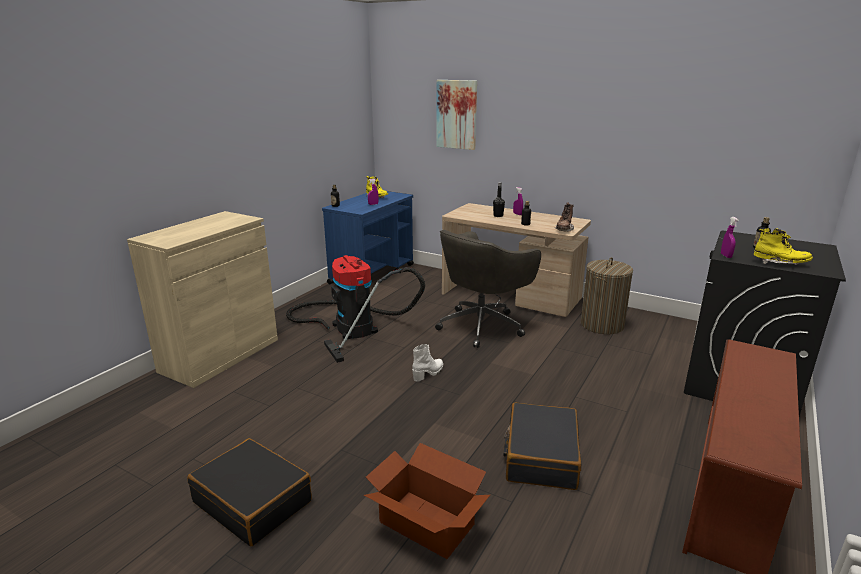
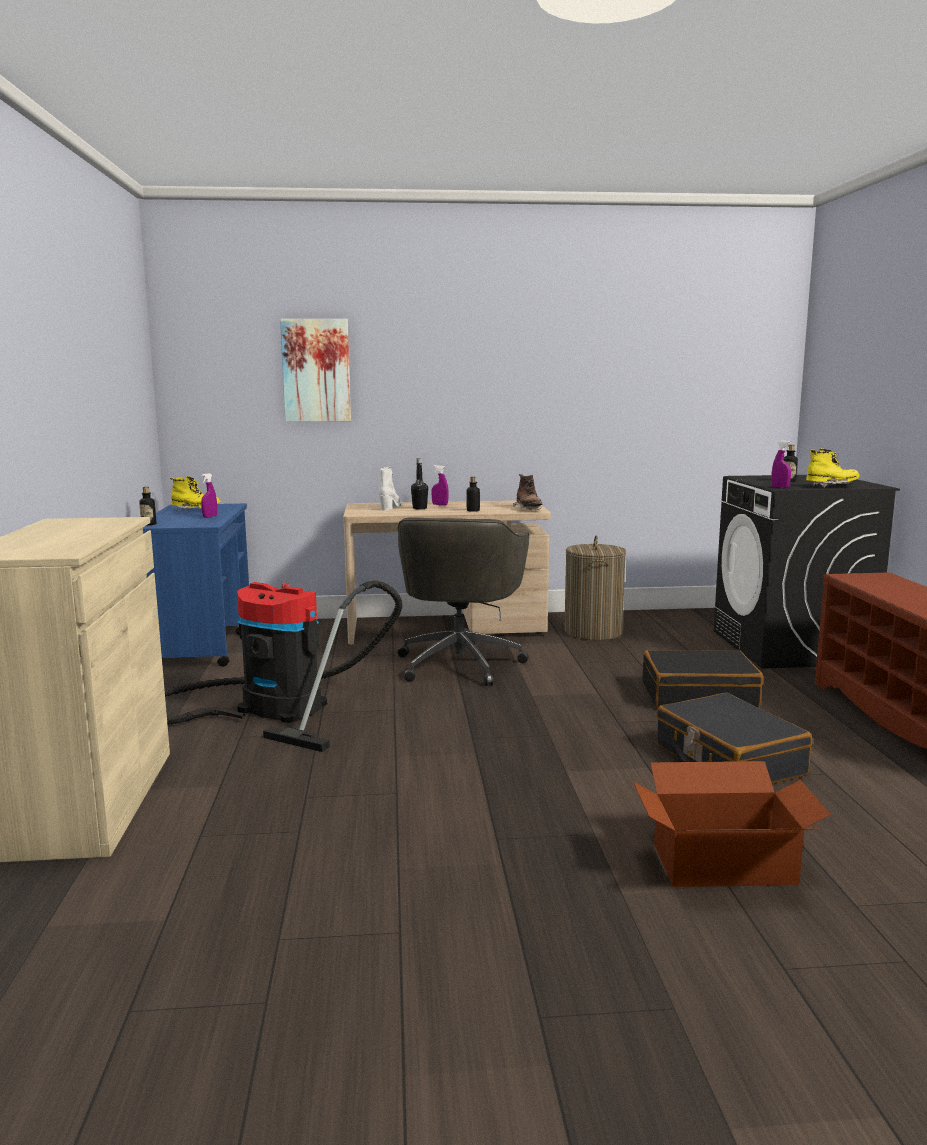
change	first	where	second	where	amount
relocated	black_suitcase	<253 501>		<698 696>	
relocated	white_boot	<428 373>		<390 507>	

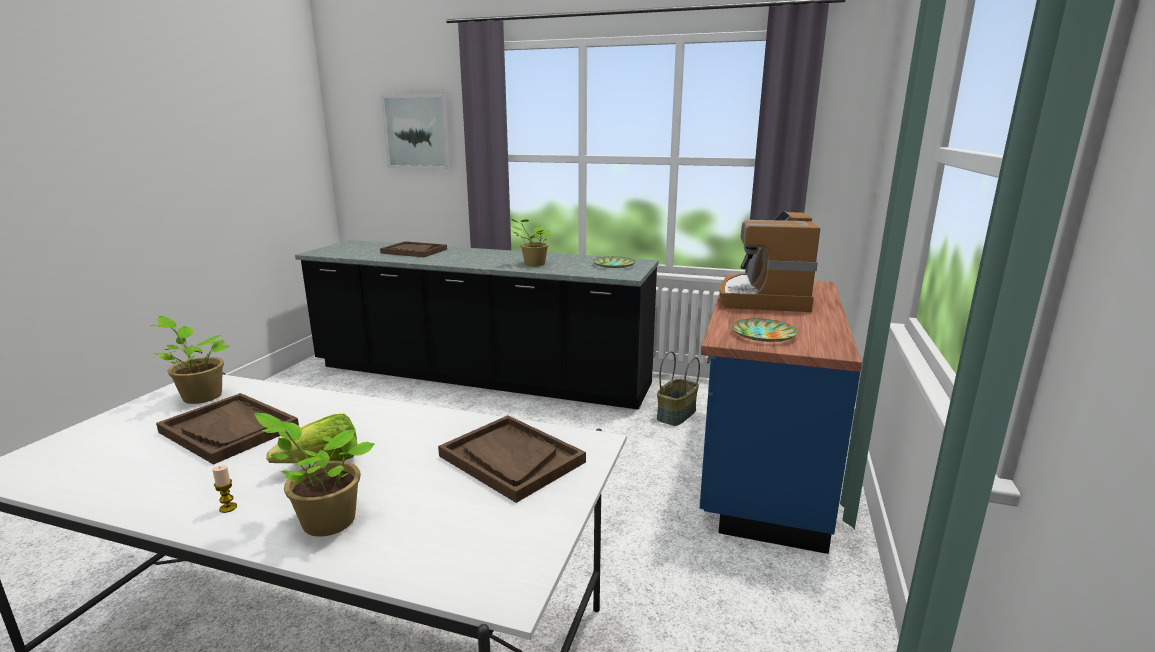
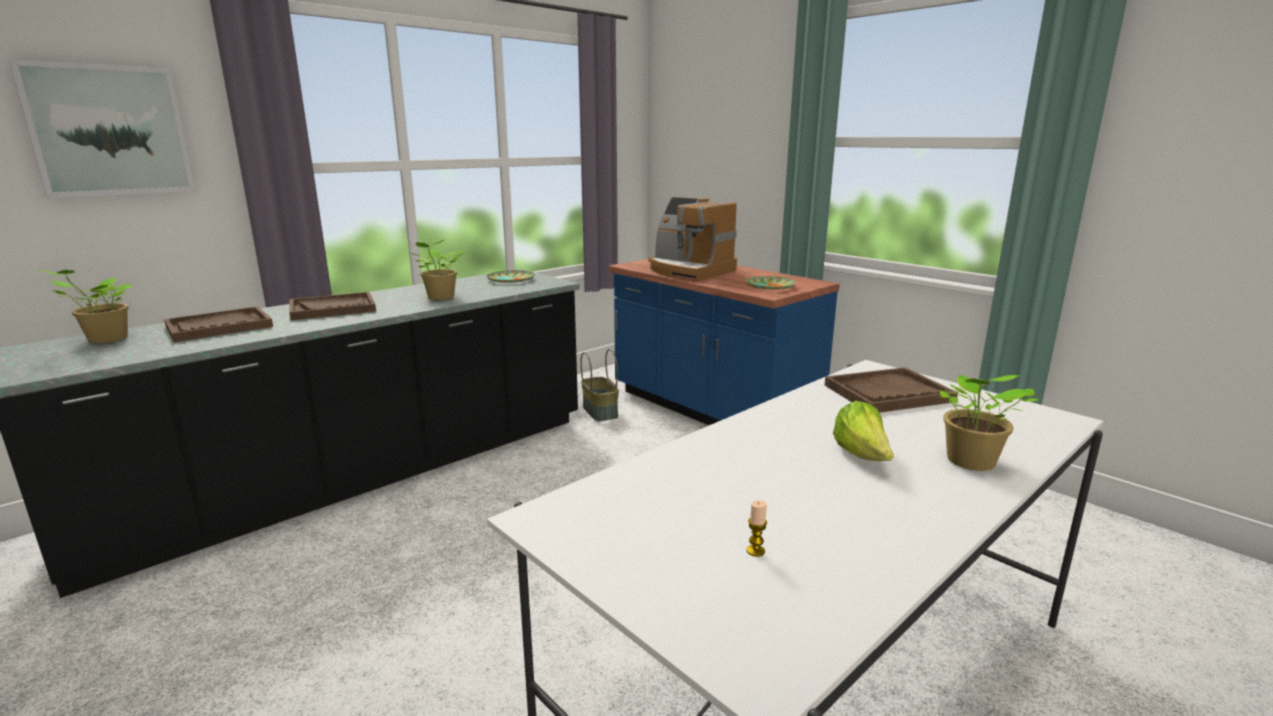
change	first	where	second	where	amount
relocated	potted_plant	<200 396>		<104 339>	
relocated	brown_tray	<230 430>		<333 308>	
relocated	candle	<228 508>		<755 551>	

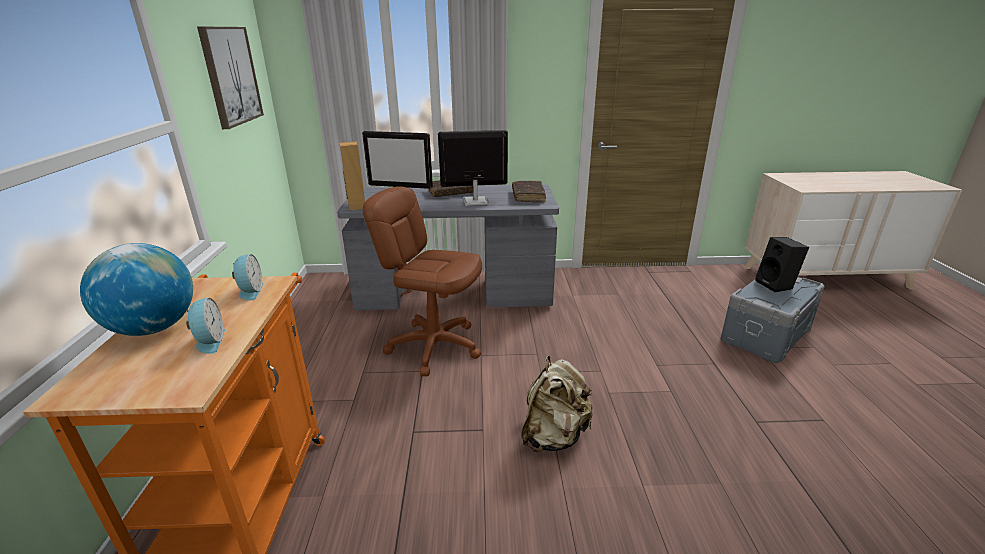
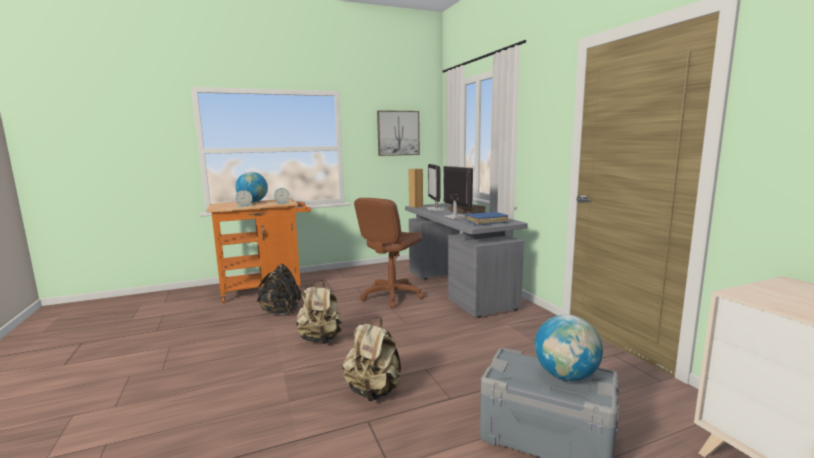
change	first	where	second	where	amount
appeared			black_backpack	<281 312>	
appeared			beige_backpack	<373 391>	
exchanged	black_speaker	<776 285>	globe	<566 376>	
colour	brown_book	<528 196>	blue_book	<486 222>	
spun	brown_office_chair	<434 346>		<391 295>	150 degrees counterclockwise

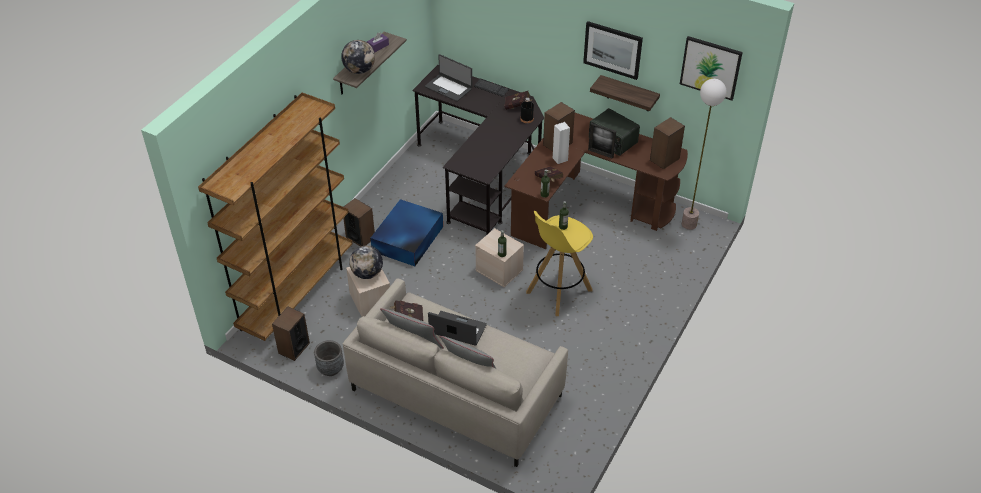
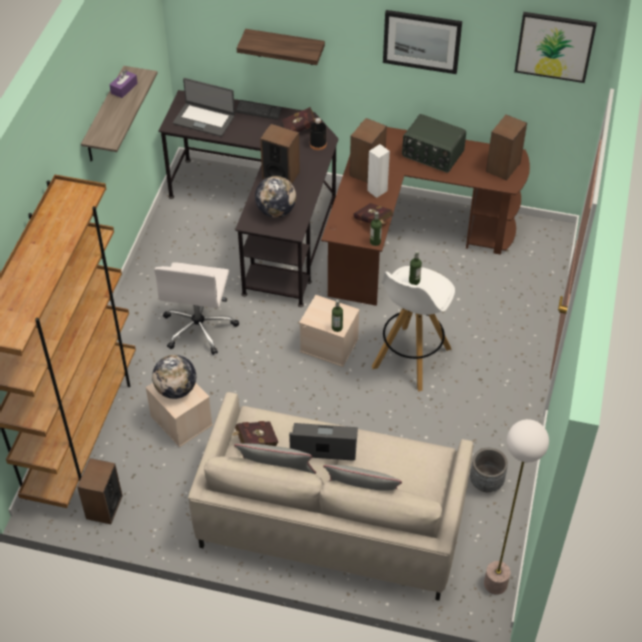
change	first	where	second	where	amount
missing	picture_frame	<600 153>			
relocated	grey_planter	<330 368>		<486 482>	
relocated	globe	<359 70>		<276 211>	
relocated	speaker	<360 237>		<281 175>	
relocated	shelf	<629 94>		<285 47>	
relocated	floor_lamp	<689 224>		<495 584>	
exchanged	blue_storage_box	<407 239>	white_office_chair	<199 328>	
colour	yellow_stool	<558 291>	white_stool	<411 358>	

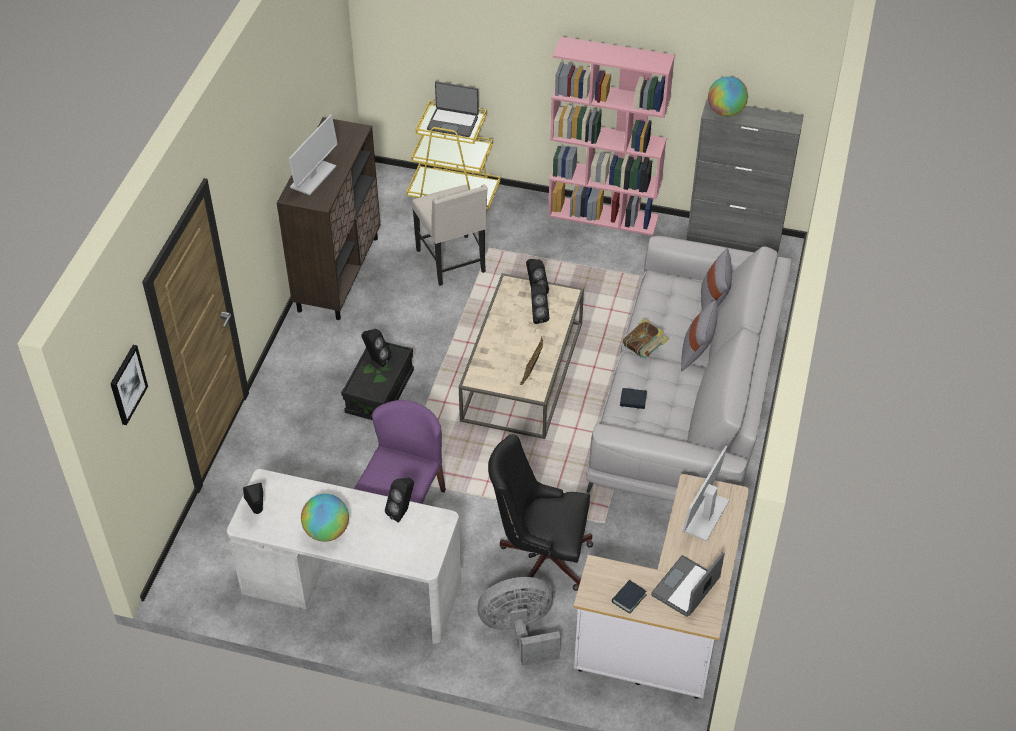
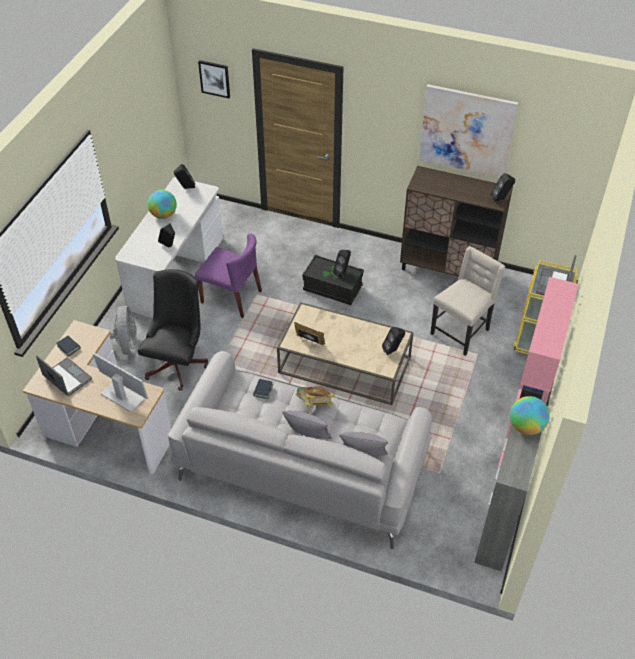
change	first	where	second	where	amount
missing	monitor	<313 177>			
appeared			picture	<466 131>	
relocated	black_speaker	<537 316>		<501 199>	
spun	beige_chair	<452 262>		<461 332>	150 degrees clockwise

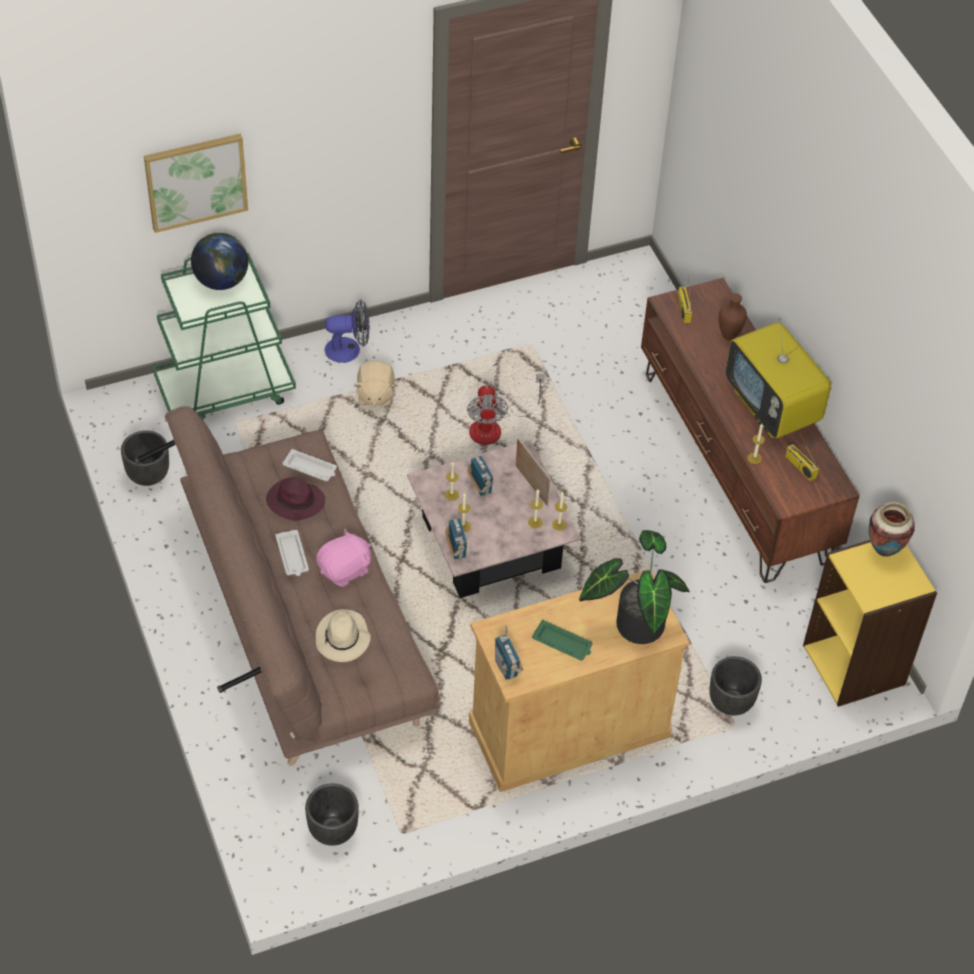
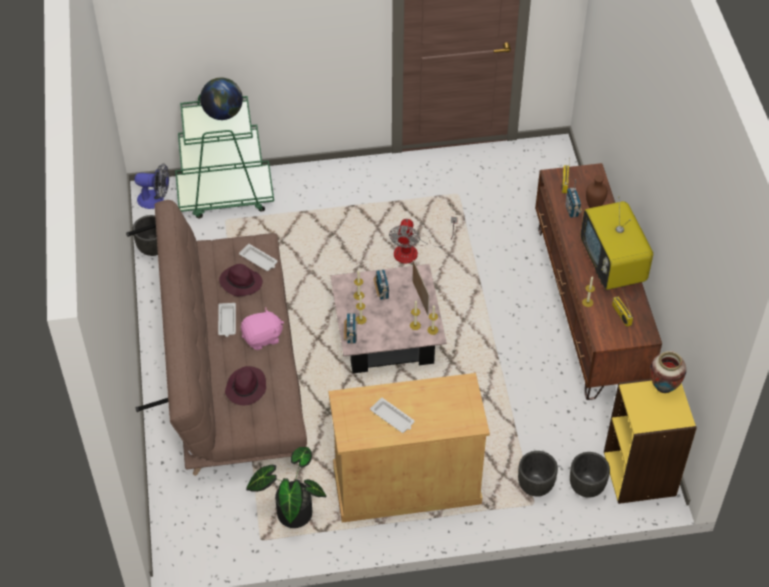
change	first	where	second	where	amount
missing	picture	<196 181>			
missing	beige_plush_toy	<375 394>			
relocated	black_planter	<333 831>		<586 488>	
relocated	fan	<349 349>		<155 199>	
relocated	radio	<506 667>		<572 211>	
relocated	potted_plant	<634 622>		<291 510>	
colour	beige_hat	<343 639>	purple_hat	<246 388>	
colour	green_tray	<563 643>	white_tray	<393 418>	

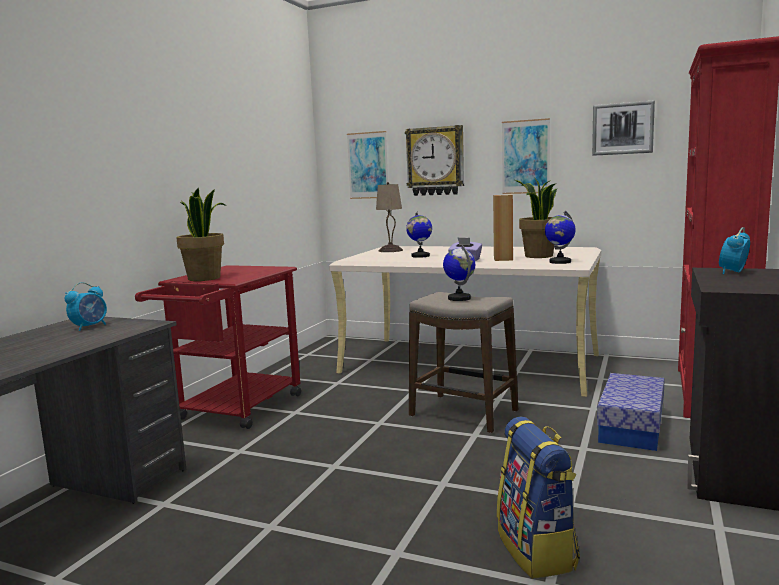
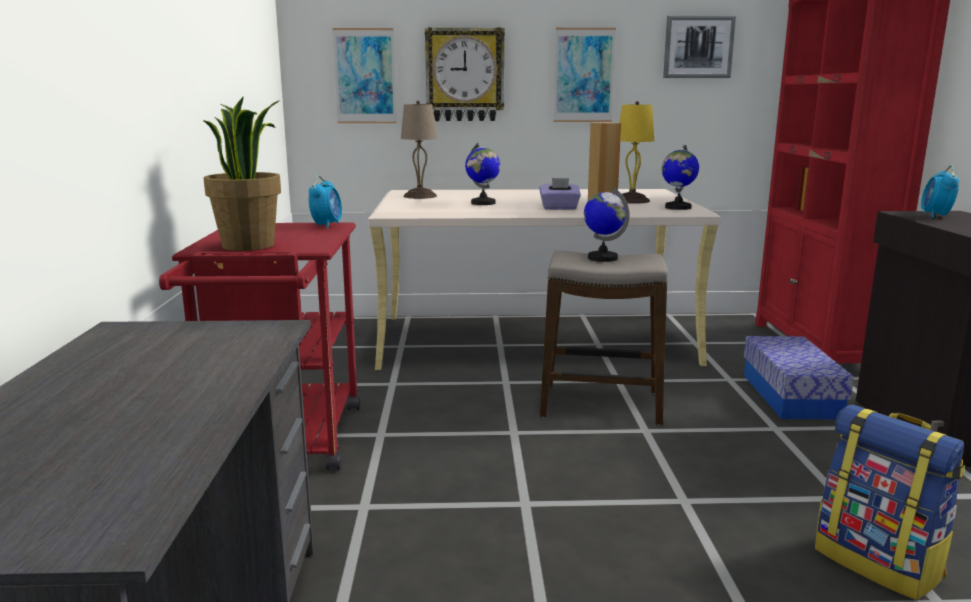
change	first	where	second	where	amount
relocated	alarm_clock	<90 327>		<327 225>	
exchanged	potted_plant	<538 256>	yellow_table_lamp	<632 201>	

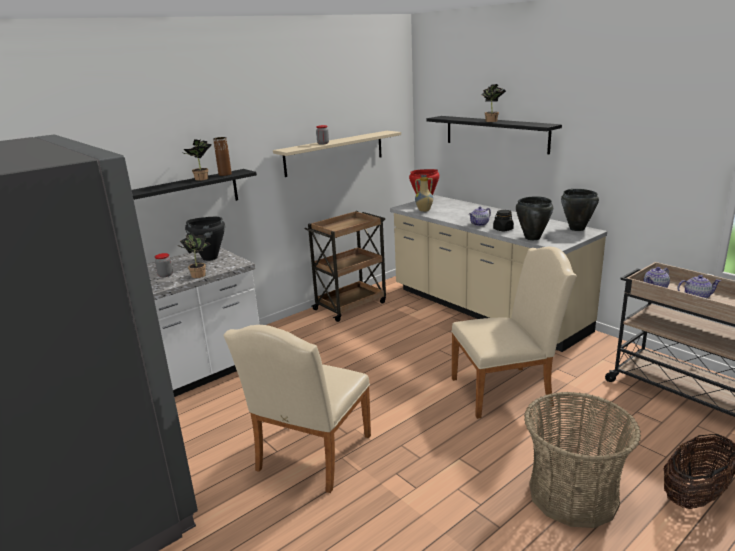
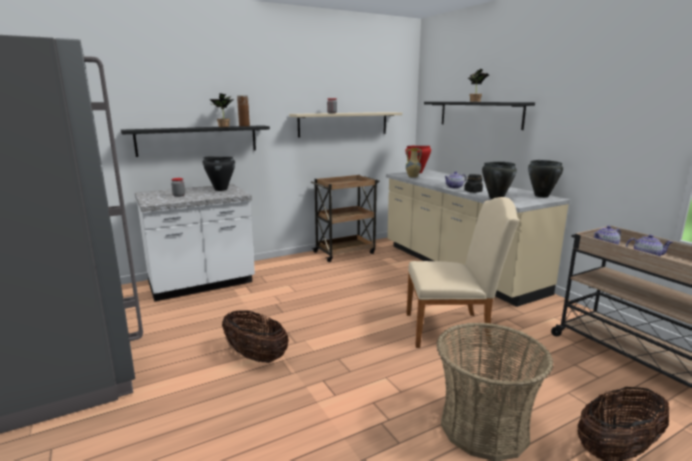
change	first	where	second	where	amount
missing	potted_plant	<198 274>			
exchanged	beige_chair	<310 457>	basket	<256 356>	

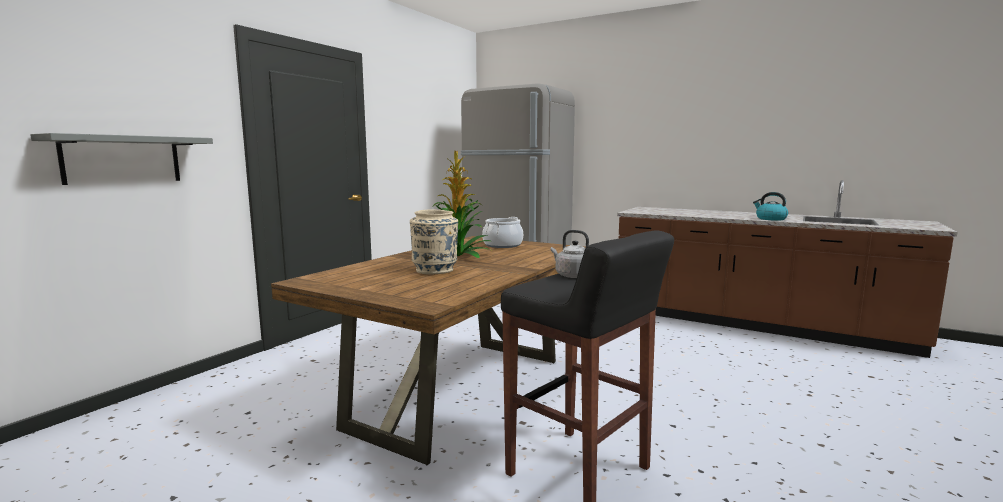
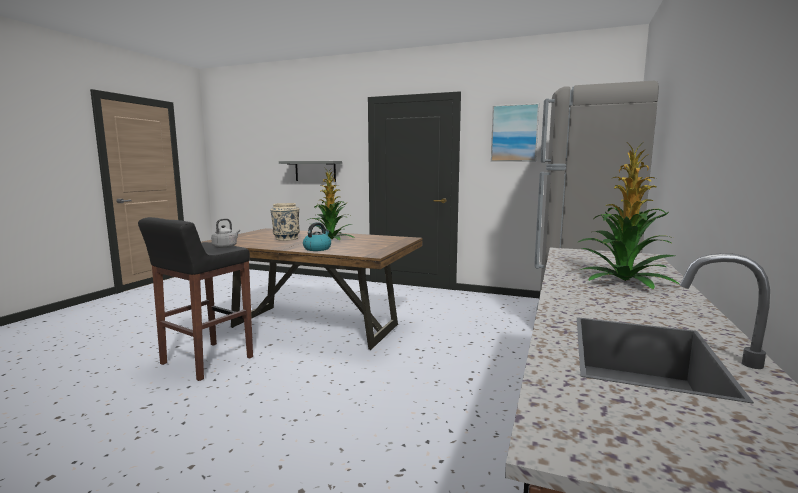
change	first	where	second	where	amount
missing	cooking_pot	<502 245>			
appeared			picture	<514 133>	
appeared			potted_plant	<623 280>	
relocated	kettle	<770 219>		<317 249>	

